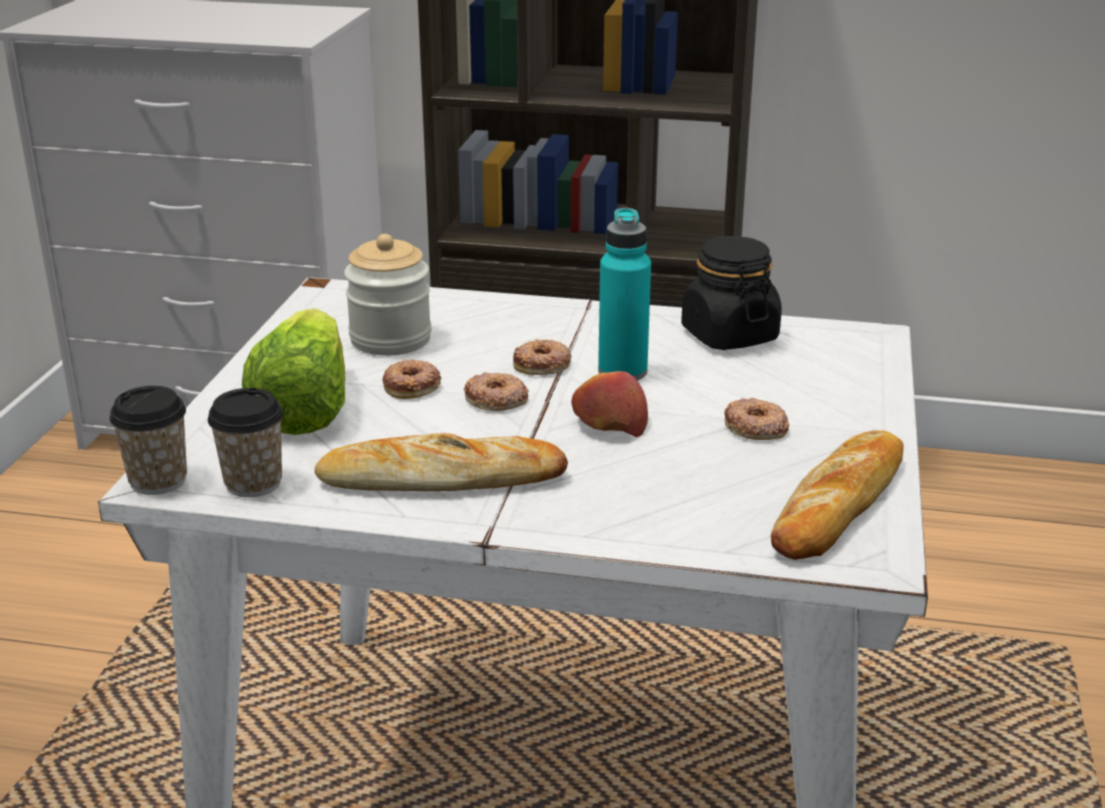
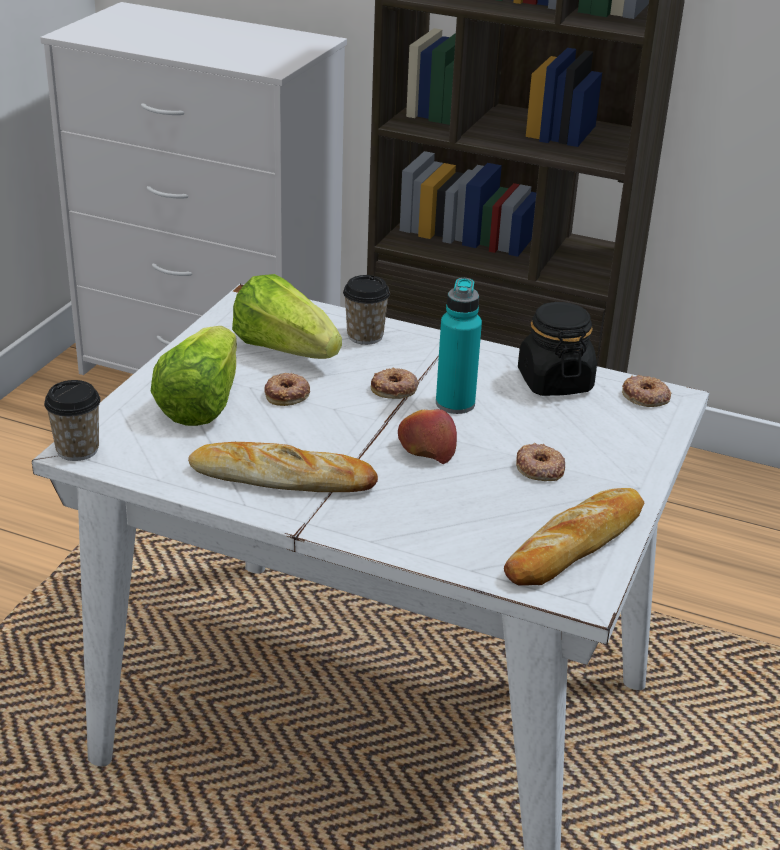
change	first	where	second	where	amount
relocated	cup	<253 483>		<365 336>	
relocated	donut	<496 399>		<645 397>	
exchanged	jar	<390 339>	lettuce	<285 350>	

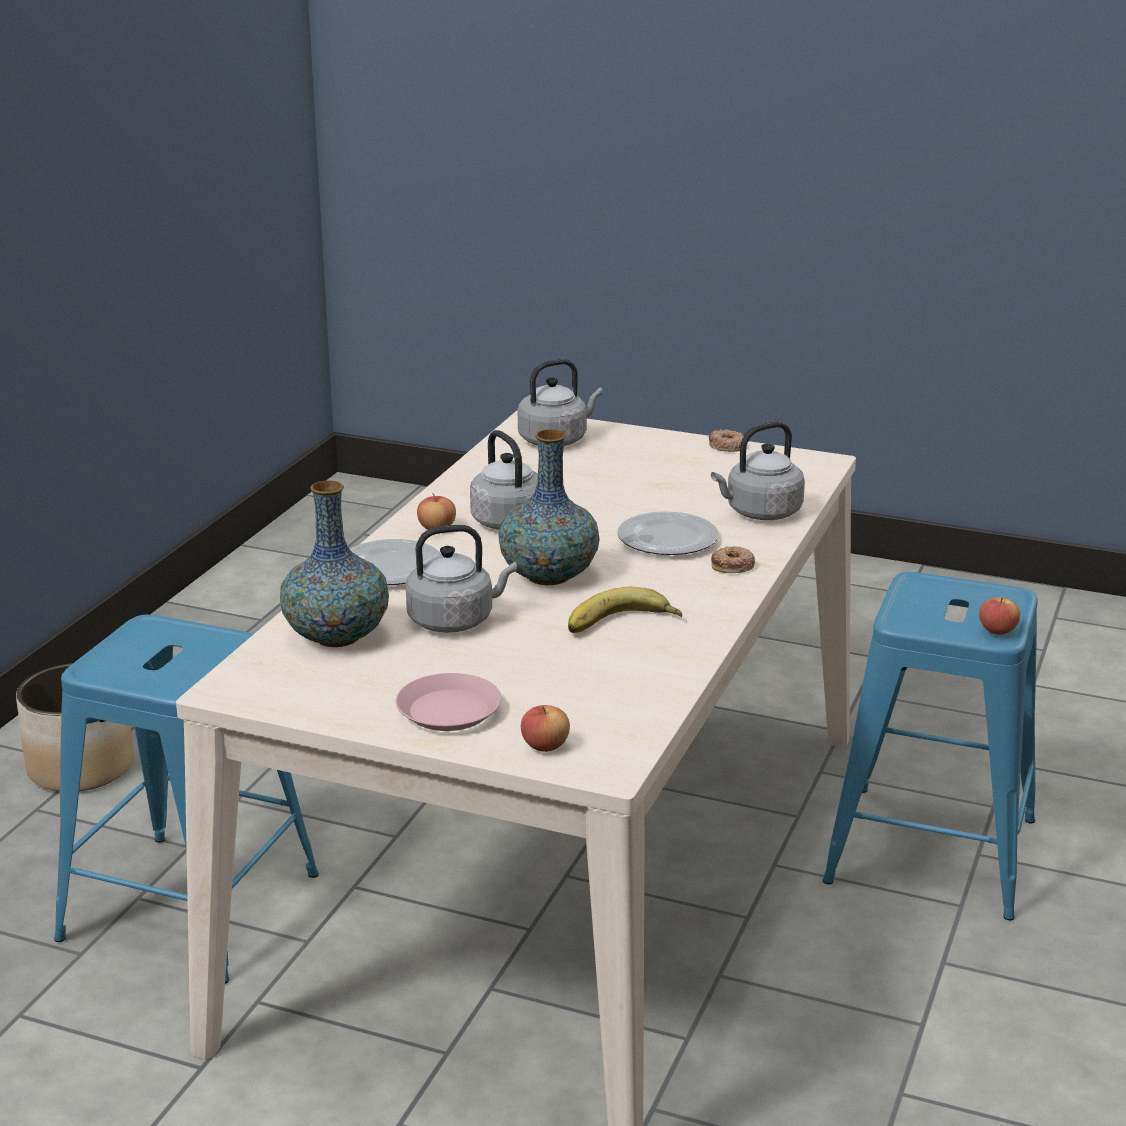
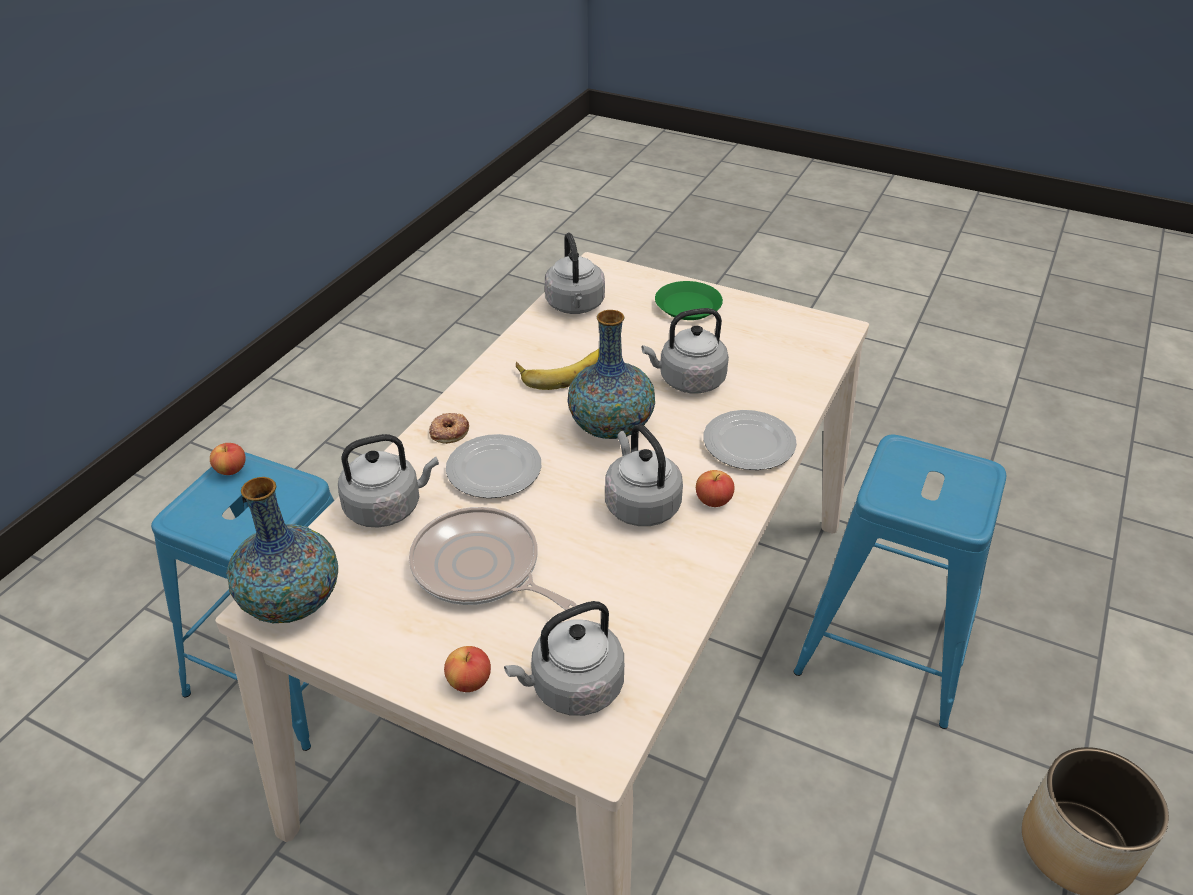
change	first	where	second	where	amount
missing	donut	<727 446>			
appeared			frying_pan	<480 569>	
appeared			grey_kettle	<575 306>	
relocated	vase	<337 637>		<291 601>	
relocated	apple	<545 746>		<469 681>	
colour	pink_plate	<449 710>	green_plate	<687 306>	

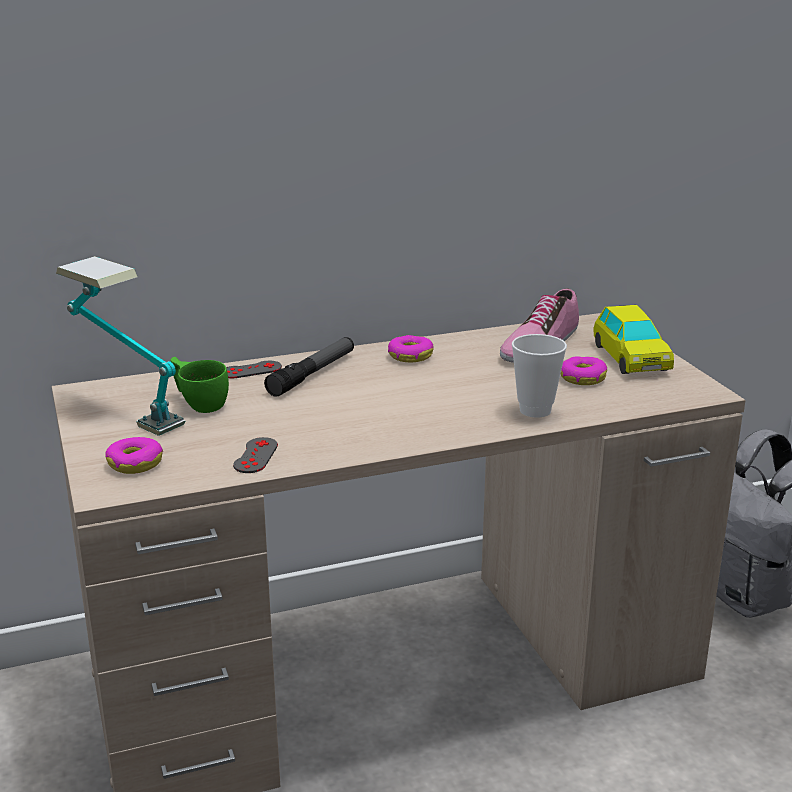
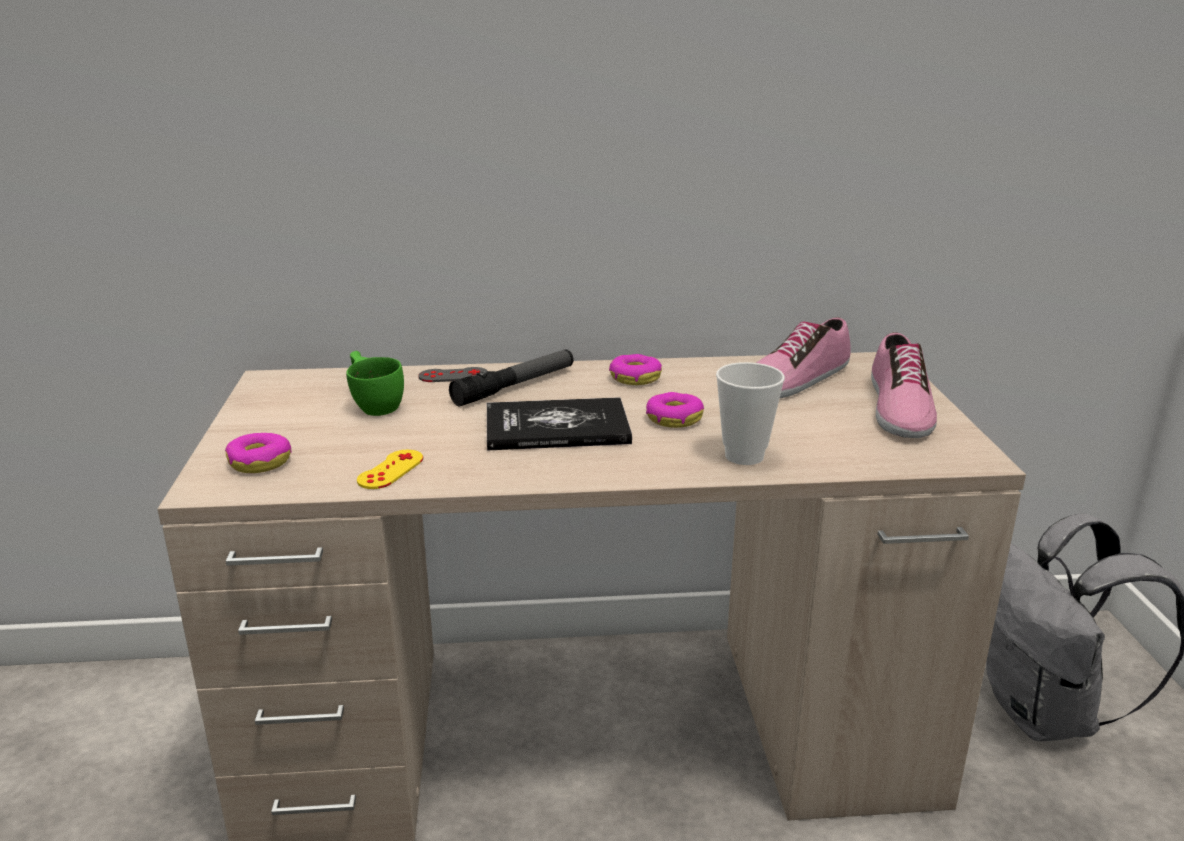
change	first	where	second	where	amount
missing	table_lamp	<126 410>			
appeared			book	<557 427>	
relocated	donut	<582 378>		<674 418>	
exchanged	toy_car	<631 358>	shoe	<897 407>	
colour	grey_game_controller	<255 455>	yellow_game_controller	<390 470>	

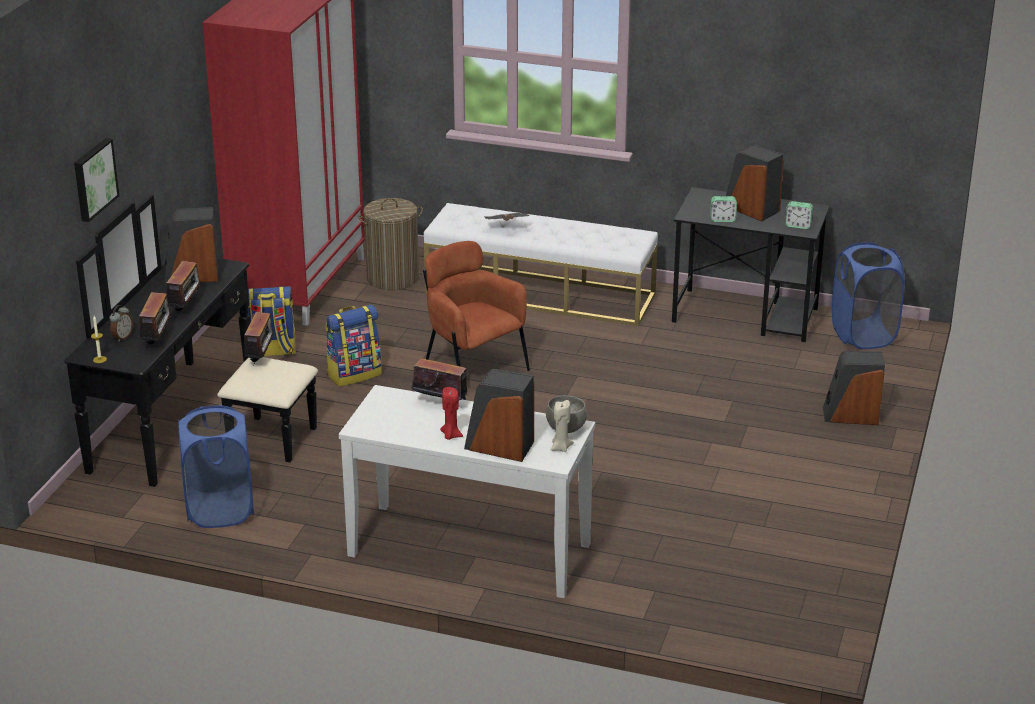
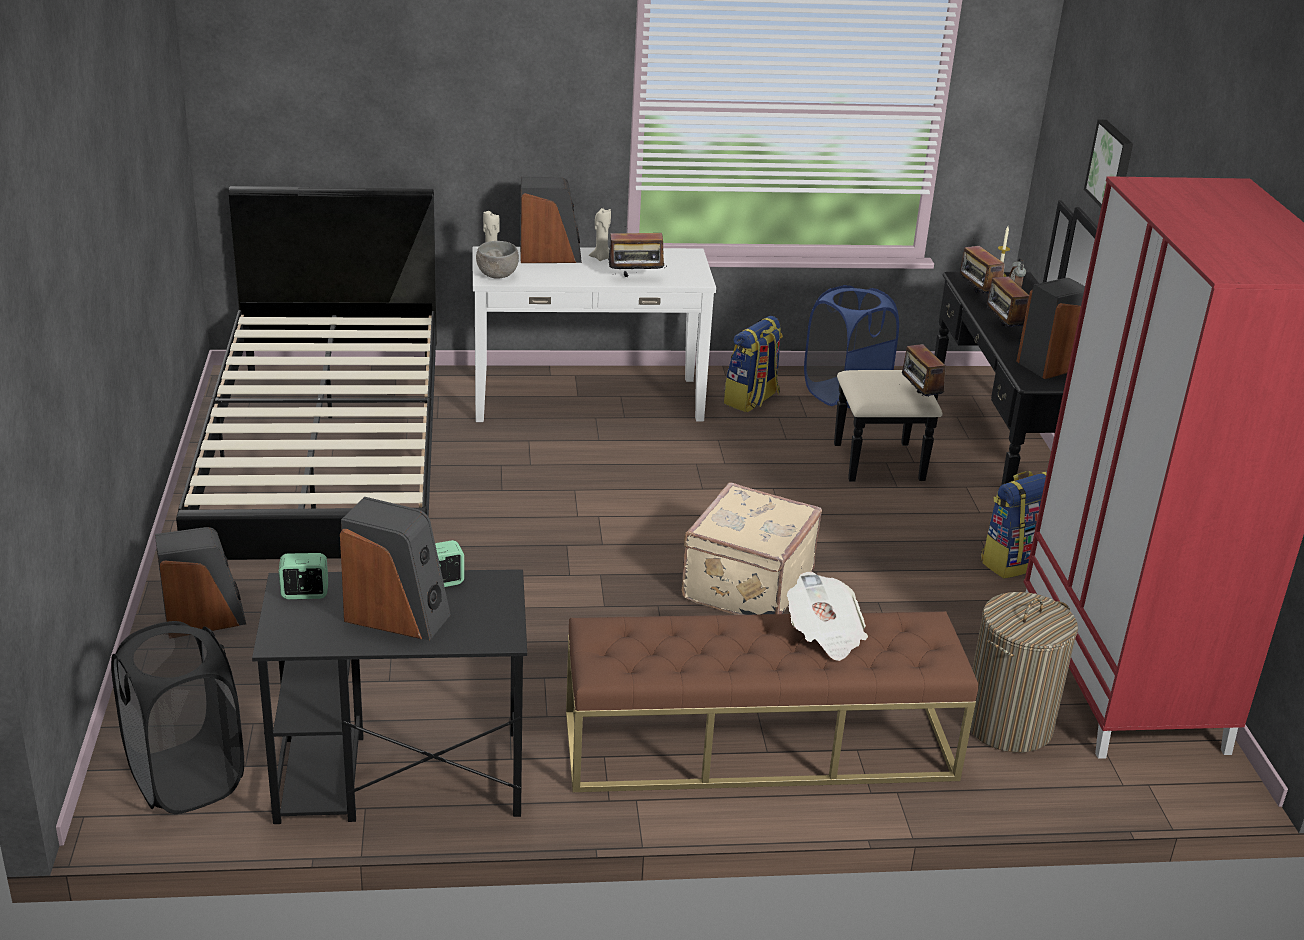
change	first	where	second	where	amount
appeared			black_bed	<327 466>	
relocated	backpack	<354 374>		<752 400>	
exchanged	brown_armchair	<472 370>	beige_suitcase	<745 586>	
colour	white_bench	<540 293>	brown_bench	<758 746>	
colour	red_candle	<450 435>	beige_candle	<601 258>	
colour	blue_laundry_basket	<863 335>	black_laundry_basket	<185 778>	

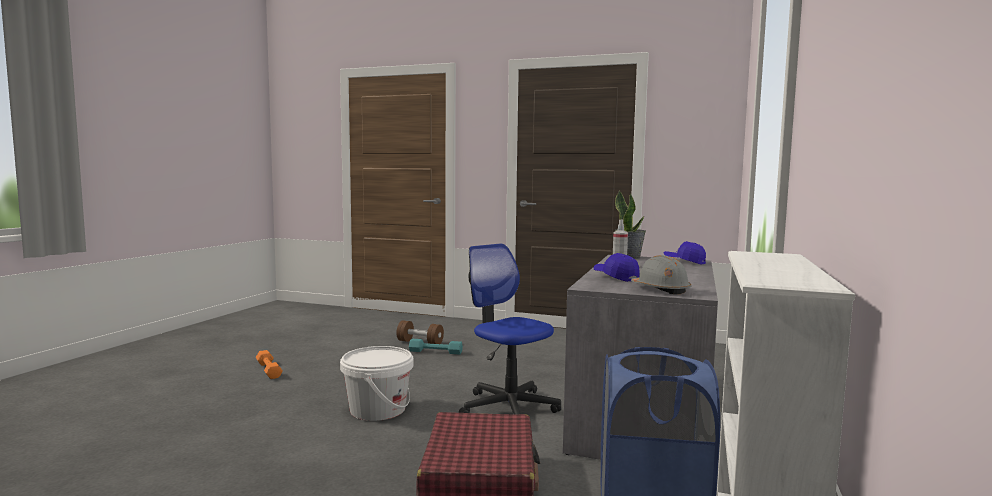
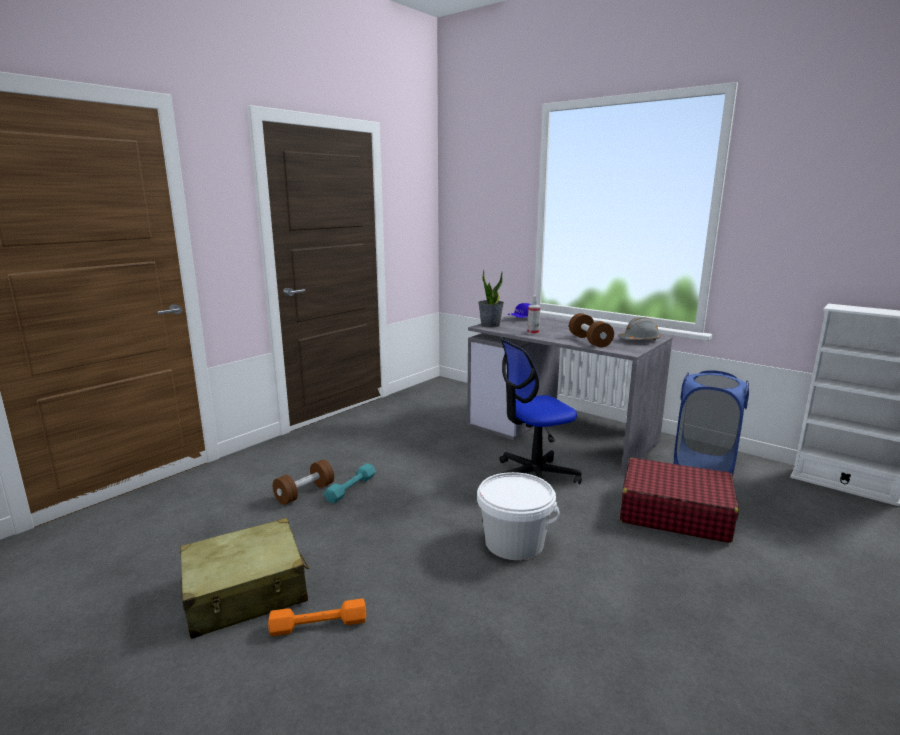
change	first	where	second	where	amount
appeared			beige_suitcase	<246 592>	
exchanged	blue_cap	<615 277>	brown_dumbbell	<589 341>	

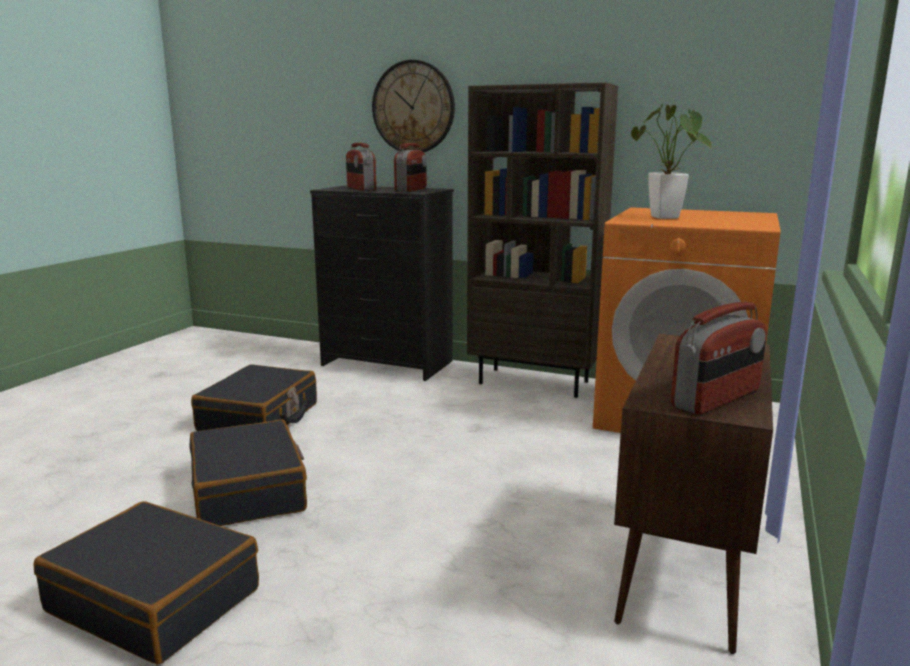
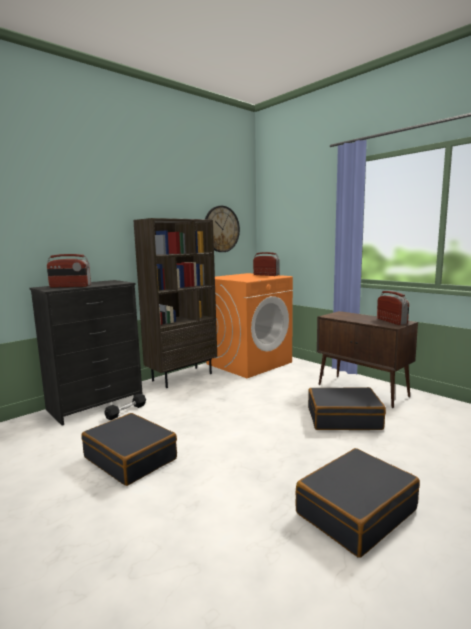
change	first	where	second	where	amount
missing	potted_plant	<667 218>			
appeared			black_dumbbell	<126 411>	
relocated	black_suitcase	<249 491>		<343 418>	
relocated	wall_clock	<413 107>		<221 229>	
relocated	radio	<411 190>		<266 275>	

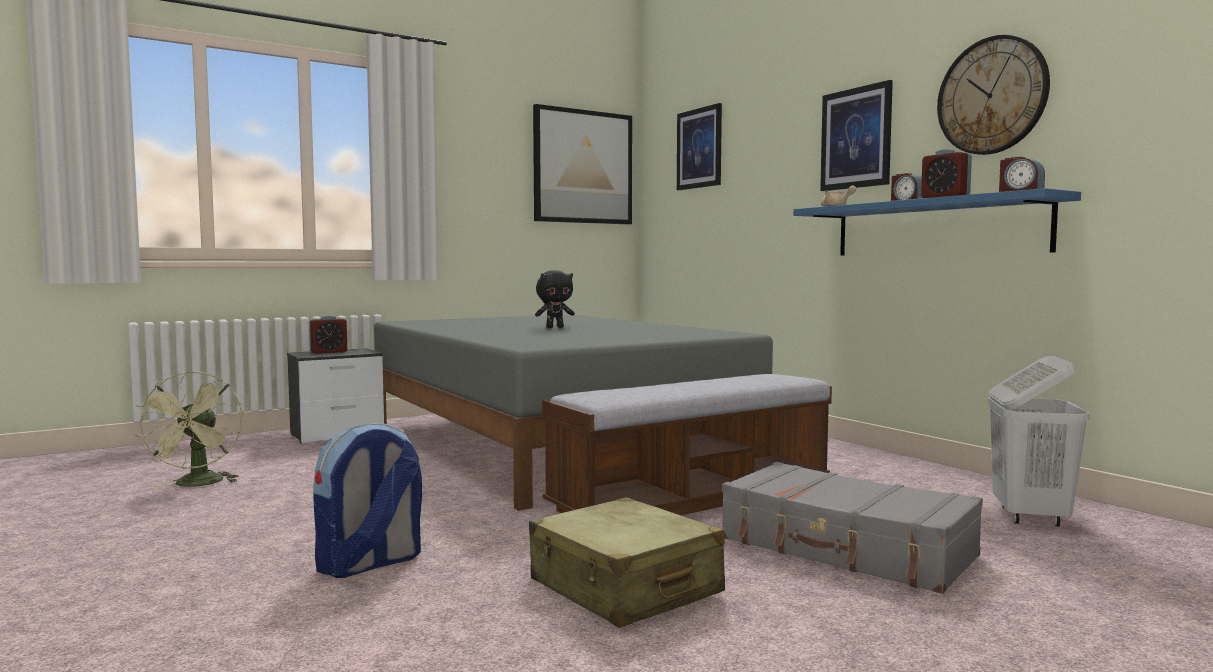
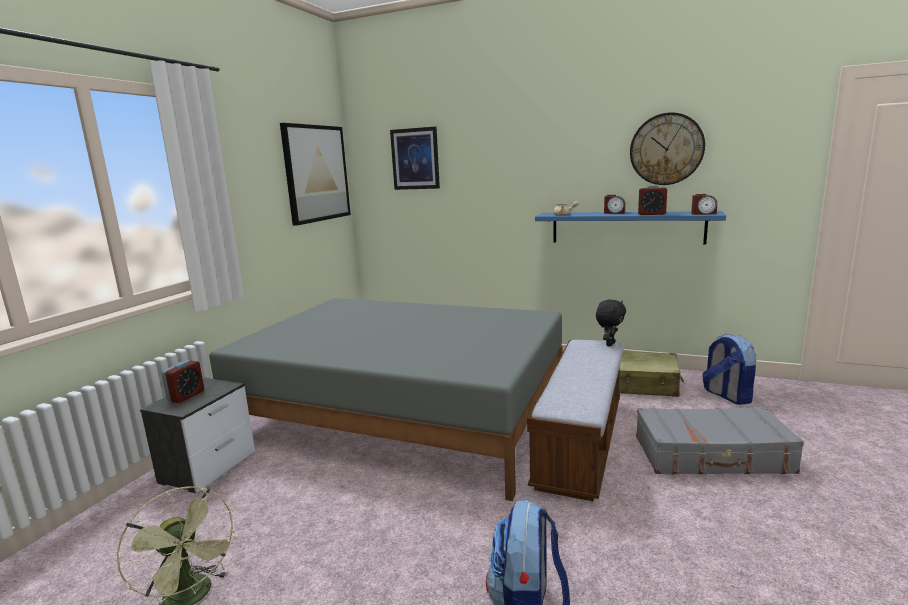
change	first	where	second	where	amount
missing	picture	<856 138>			
relocated	beige_suitcase	<624 588>		<644 385>	
relocated	black_plush_toy	<555 327>		<609 344>	
exchanged	white_laundry_basket	<1029 517>	backpack	<726 395>	

